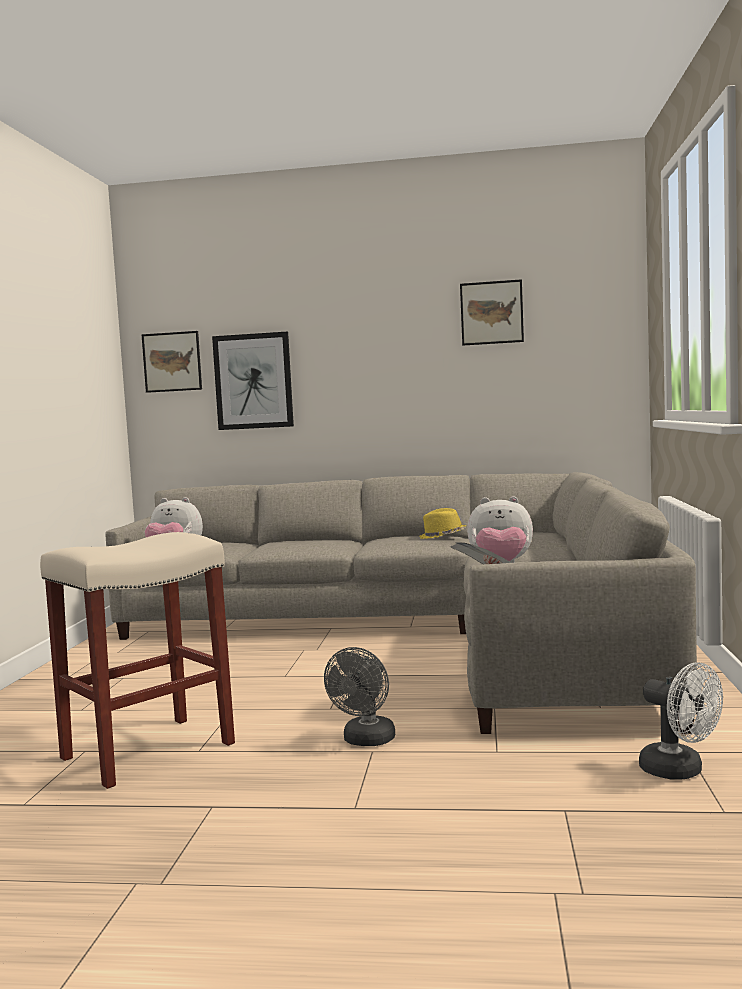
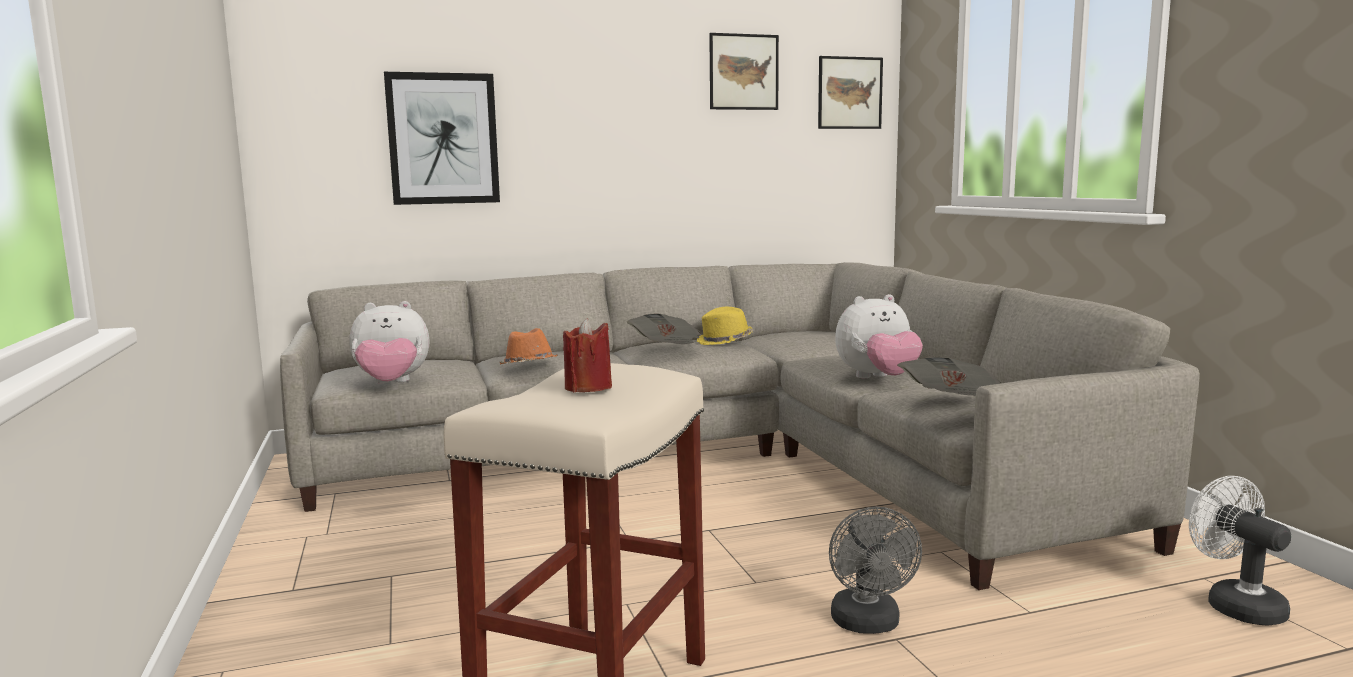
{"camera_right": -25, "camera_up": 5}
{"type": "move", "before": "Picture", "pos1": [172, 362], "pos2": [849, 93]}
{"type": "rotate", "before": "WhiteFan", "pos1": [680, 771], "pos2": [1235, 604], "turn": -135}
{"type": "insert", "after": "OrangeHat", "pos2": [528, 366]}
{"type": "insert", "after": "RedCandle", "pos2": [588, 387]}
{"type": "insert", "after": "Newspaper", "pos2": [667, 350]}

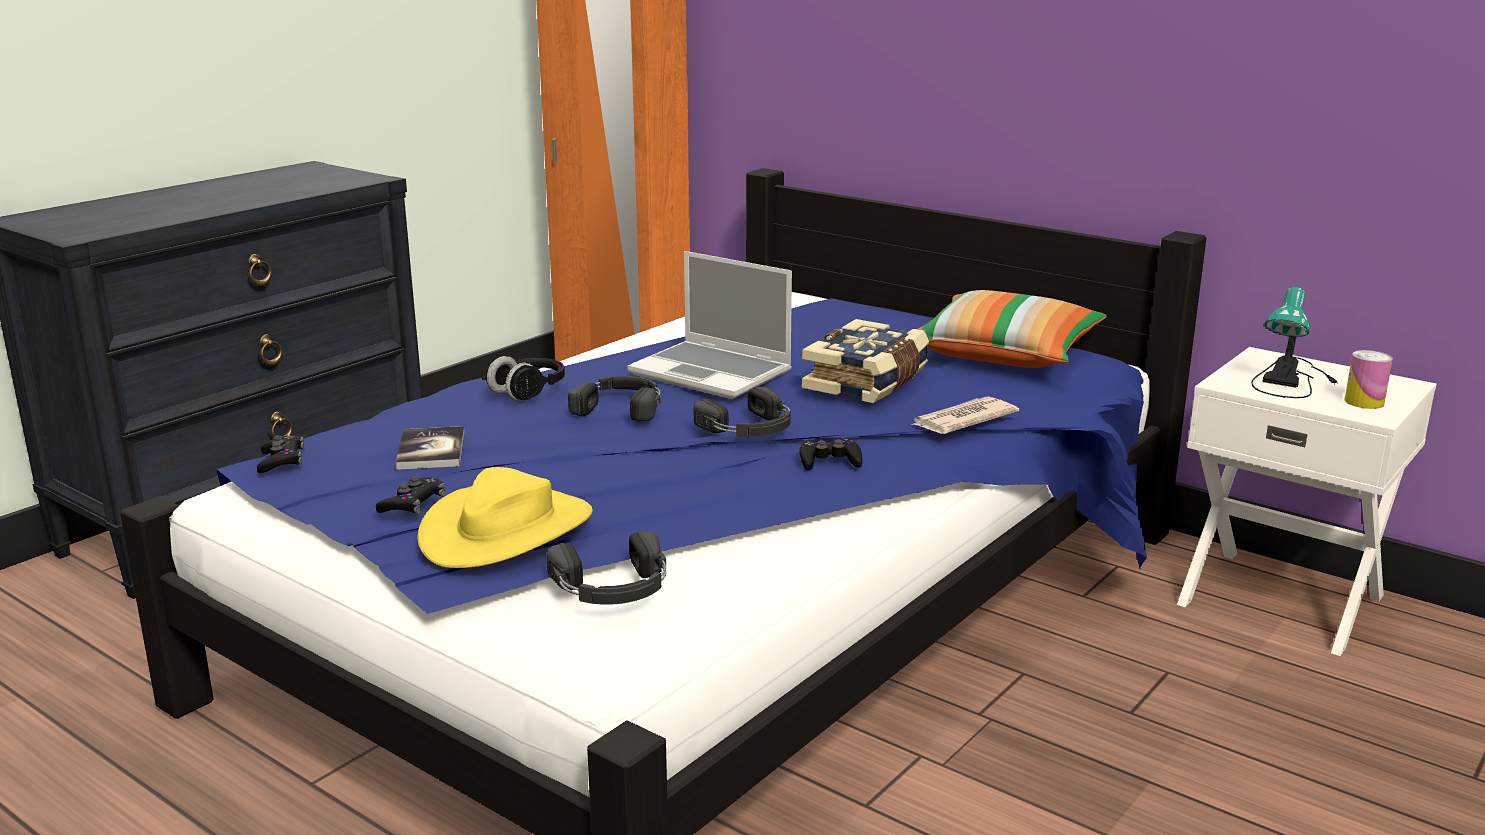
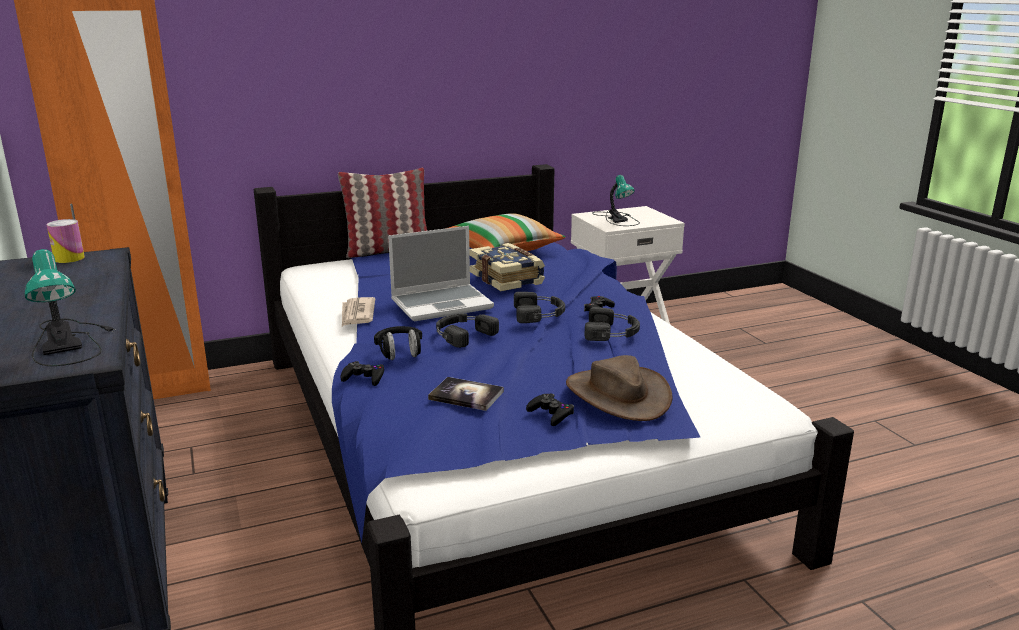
{"camera_right": -60, "camera_up": 0}
{"type": "move", "before": "BlackGameController", "pos1": [282, 461], "pos2": [364, 378]}
{"type": "recolor", "before": "YellowHat", "after": "BrownHat", "pos1": [506, 530], "pos2": [617, 395]}
{"type": "move", "before": "BlackHeadphones", "pos1": [613, 587], "pos2": [612, 332]}
{"type": "move", "before": "Newspaper", "pos1": [962, 420], "pos2": [357, 314]}
{"type": "move", "before": "Can", "pos1": [1364, 402], "pos2": [69, 258]}
{"type": "insert", "after": "TableLamp", "pos2": [68, 341]}
{"type": "insert", "after": "Pillow", "pos2": [388, 251]}

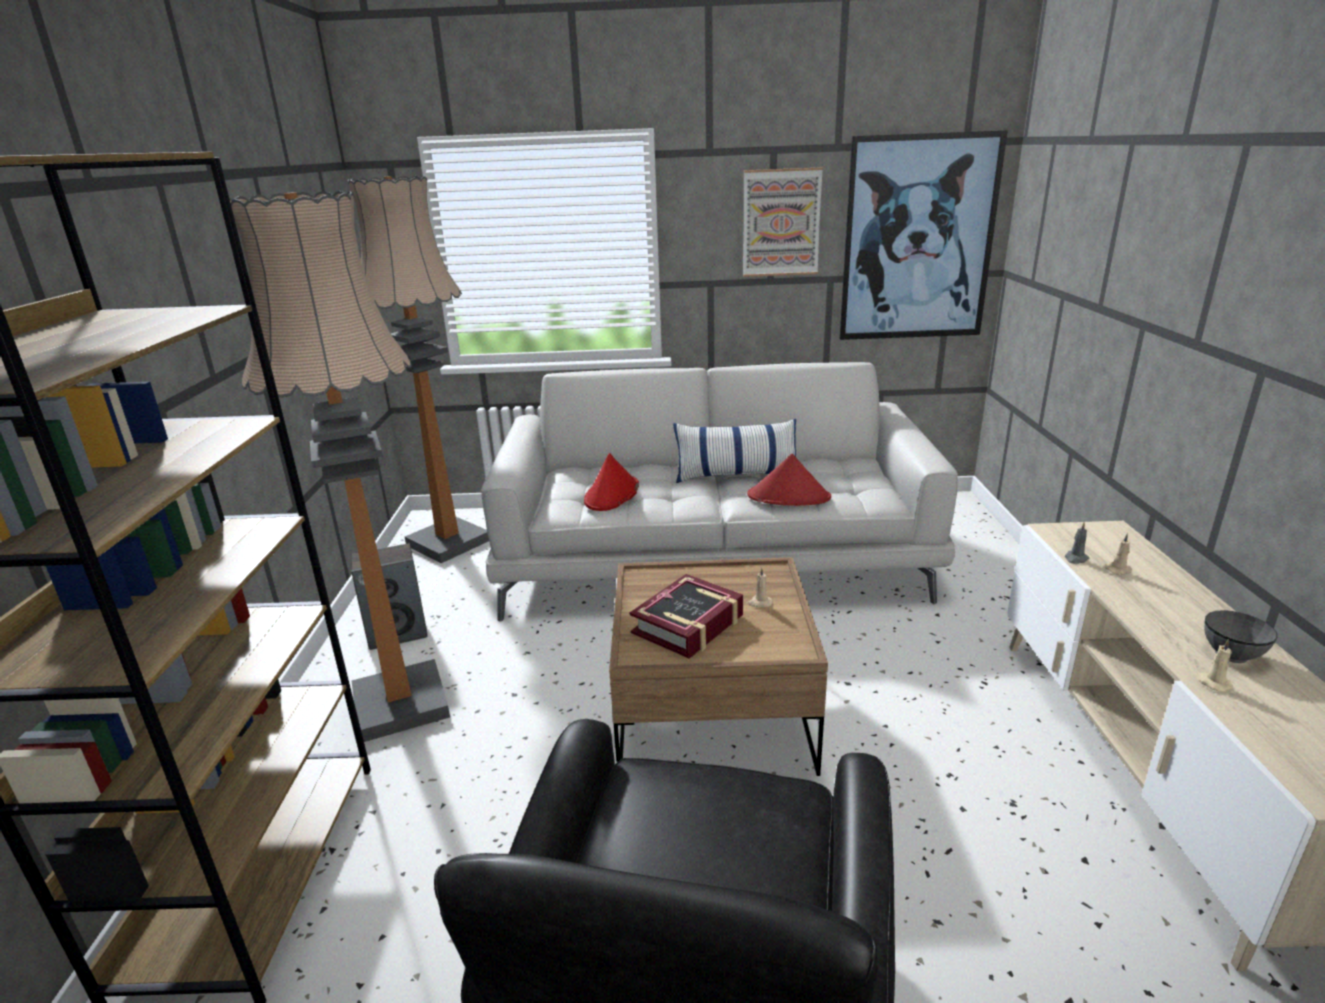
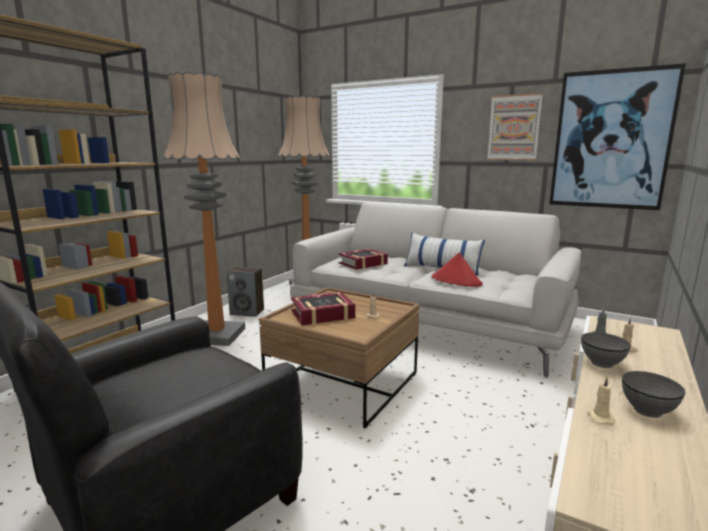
{"camera_right": 30, "camera_up": -10}
{"type": "replace", "before": "RedHat", "after": "Book", "pos1": [612, 494], "pos2": [363, 263]}
{"type": "insert", "after": "GreyBowl", "pos2": [602, 363]}

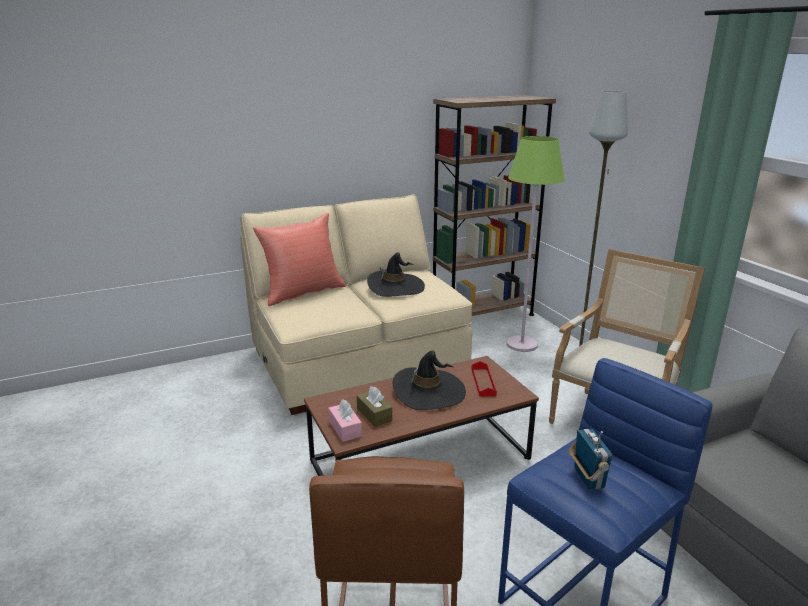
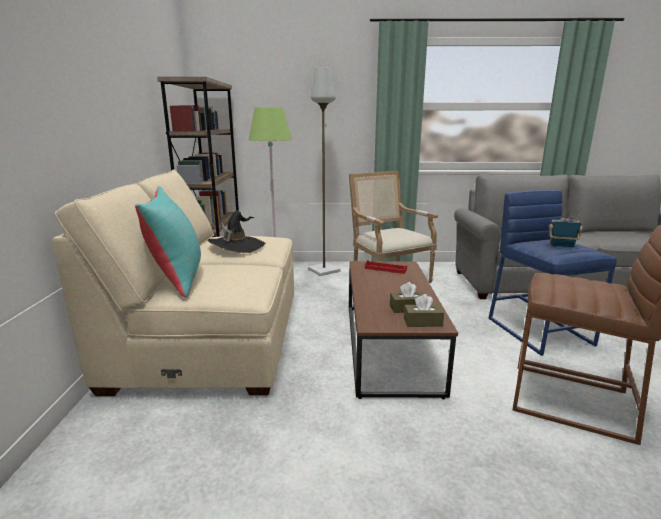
{"camera_right": -65, "camera_up": -5}
{"type": "recolor", "before": "RedPillow", "after": "TurquoisePillow", "pos1": [303, 292], "pos2": [177, 278]}
{"type": "recolor", "before": "PinkTissueBox", "after": "BrownTissueBox", "pos1": [345, 429], "pos2": [422, 322]}
{"type": "delete", "before": "BlackHat", "pos1": [428, 391]}

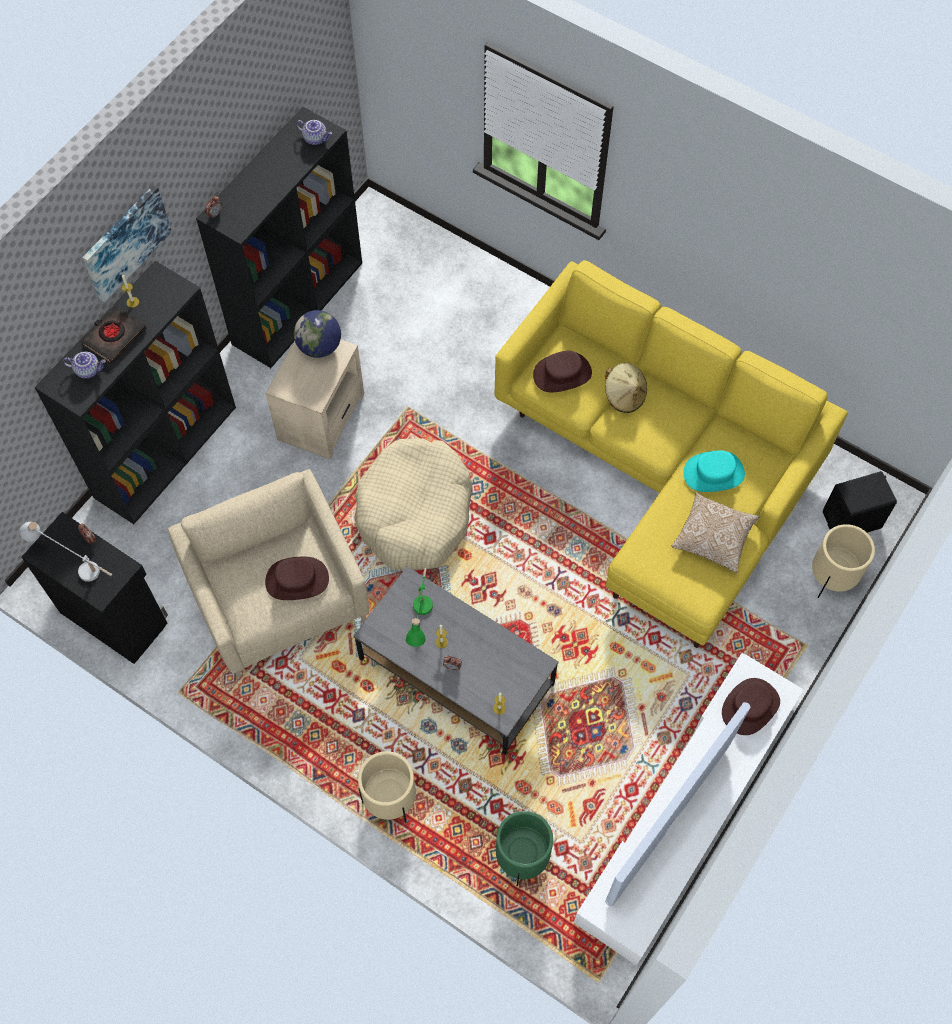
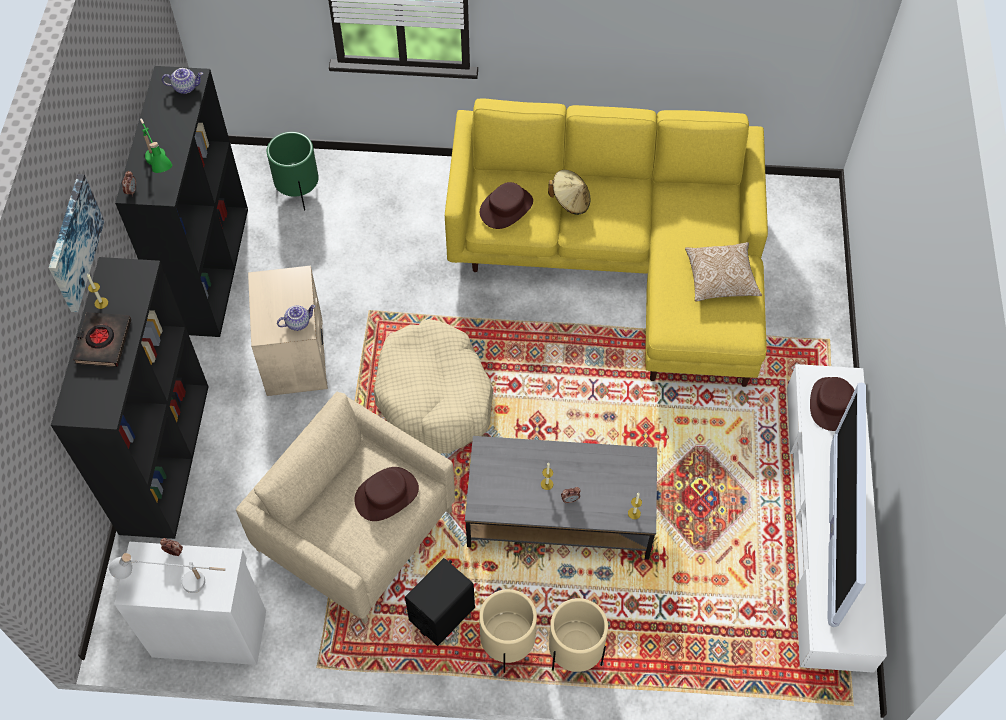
{"camera_right": -30, "camera_up": -5}
{"type": "recolor", "before": "BlackCabinet", "after": "WhiteCabinet", "pos1": [114, 616], "pos2": [209, 631]}
{"type": "move", "before": "Teapot", "pos1": [88, 369], "pos2": [298, 322]}
{"type": "delete", "before": "Globe", "pos1": [319, 347]}
{"type": "move", "before": "GreenTableLamp", "pos1": [421, 619], "pos2": [160, 168]}
{"type": "move", "before": "GreenPlanter", "pos1": [522, 857], "pos2": [299, 192]}
{"type": "delete", "before": "TurquoiseHat", "pos1": [713, 473]}
{"type": "move", "before": "BeigePlanter", "pos1": [831, 578], "pos2": [508, 644]}
{"type": "move", "before": "BlackSpeaker", "pos1": [851, 520], "pos2": [442, 614]}

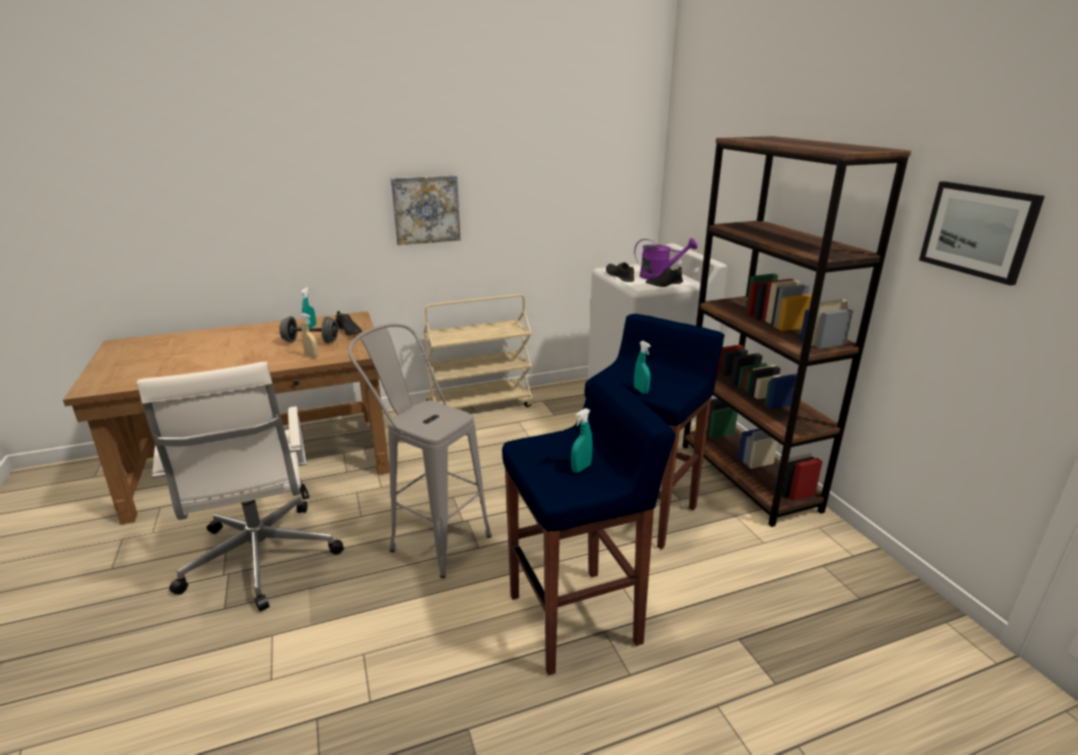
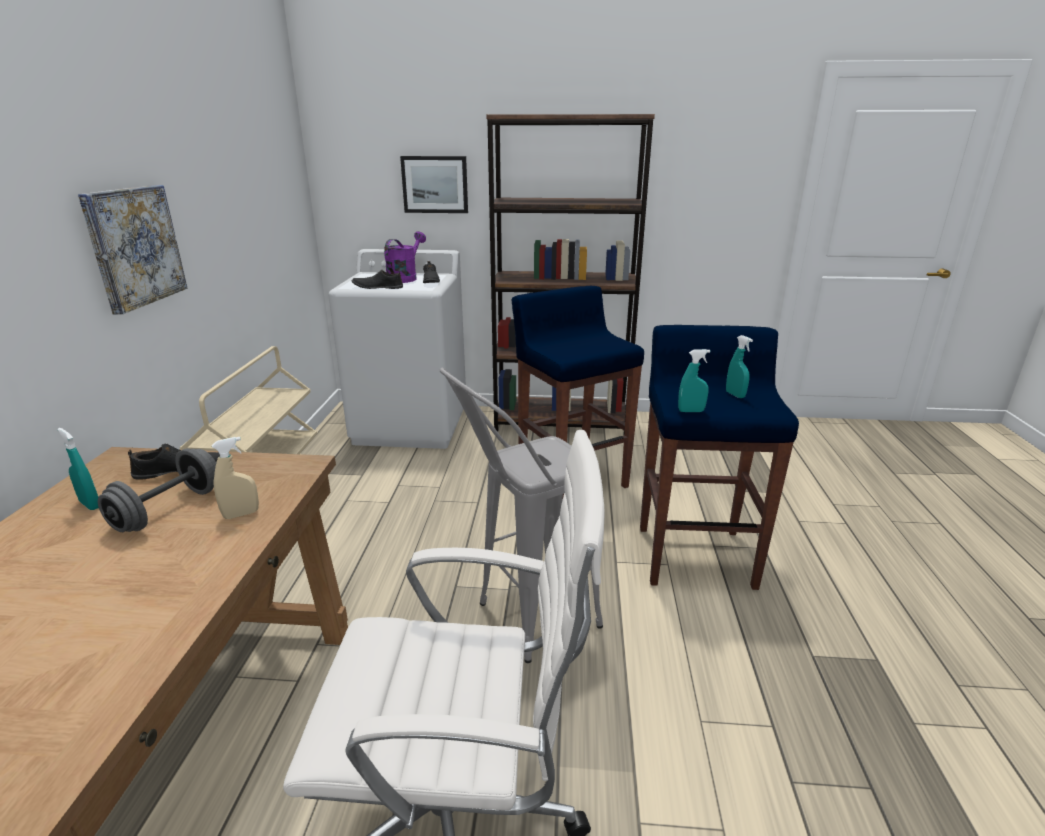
{"camera_right": -65, "camera_up": 0}
{"type": "move", "before": "TurquoiseSprayBottle", "pos1": [641, 390], "pos2": [691, 411]}
{"type": "move", "before": "Picture", "pos1": [978, 230], "pos2": [435, 184]}

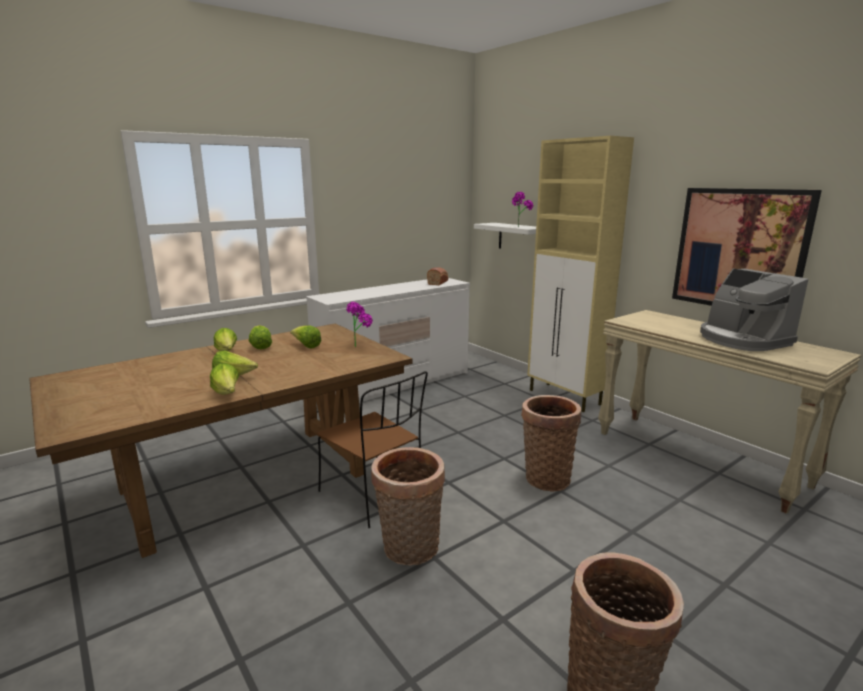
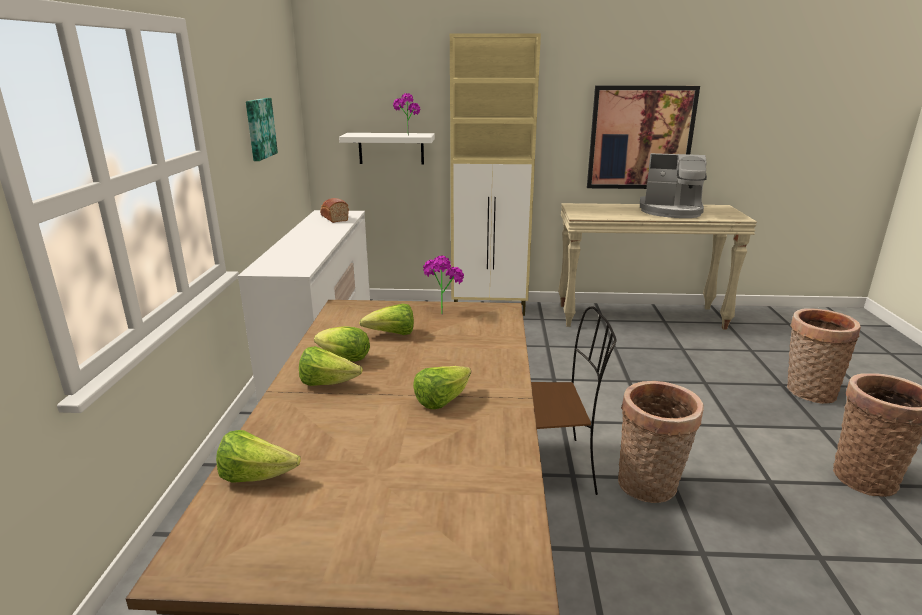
{"camera_right": -50, "camera_up": 5}
{"type": "move", "before": "Lettuce", "pos1": [227, 394], "pos2": [256, 476]}
{"type": "move", "before": "Basket", "pos1": [546, 477], "pos2": [807, 391]}
{"type": "insert", "after": "Picture", "pos2": [259, 128]}

